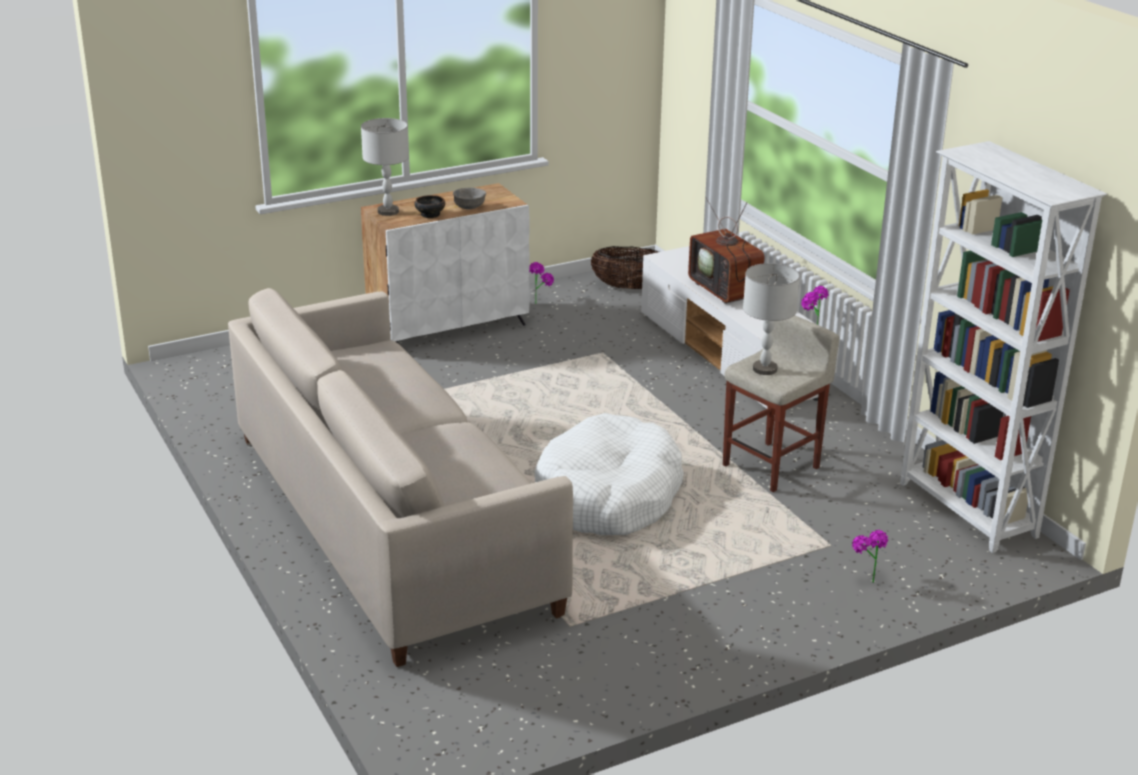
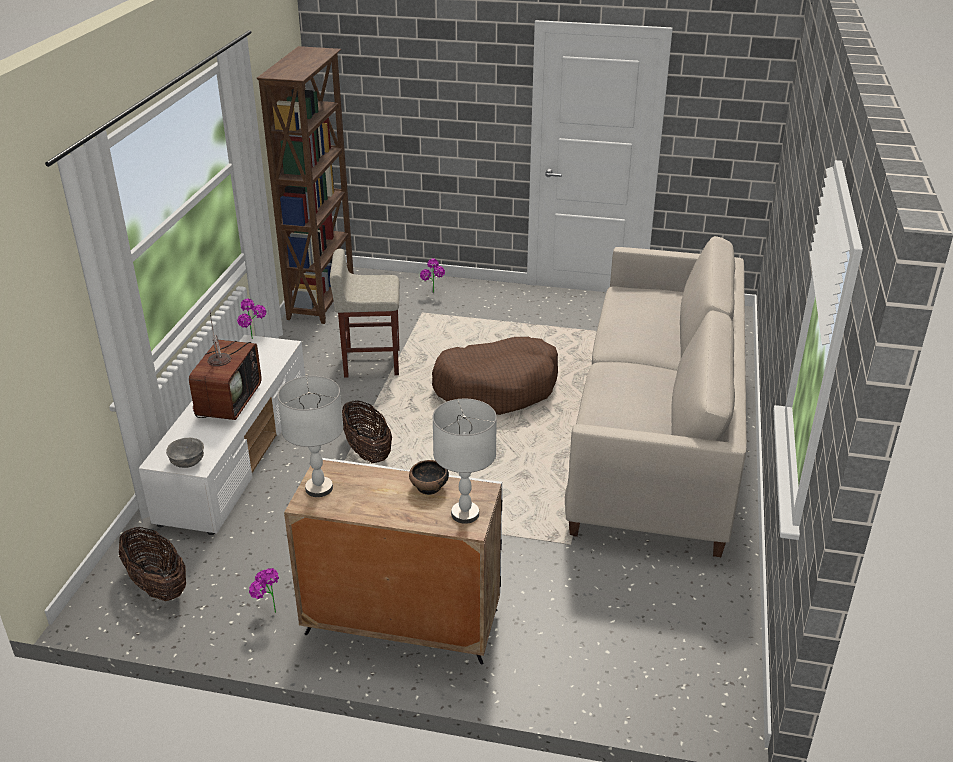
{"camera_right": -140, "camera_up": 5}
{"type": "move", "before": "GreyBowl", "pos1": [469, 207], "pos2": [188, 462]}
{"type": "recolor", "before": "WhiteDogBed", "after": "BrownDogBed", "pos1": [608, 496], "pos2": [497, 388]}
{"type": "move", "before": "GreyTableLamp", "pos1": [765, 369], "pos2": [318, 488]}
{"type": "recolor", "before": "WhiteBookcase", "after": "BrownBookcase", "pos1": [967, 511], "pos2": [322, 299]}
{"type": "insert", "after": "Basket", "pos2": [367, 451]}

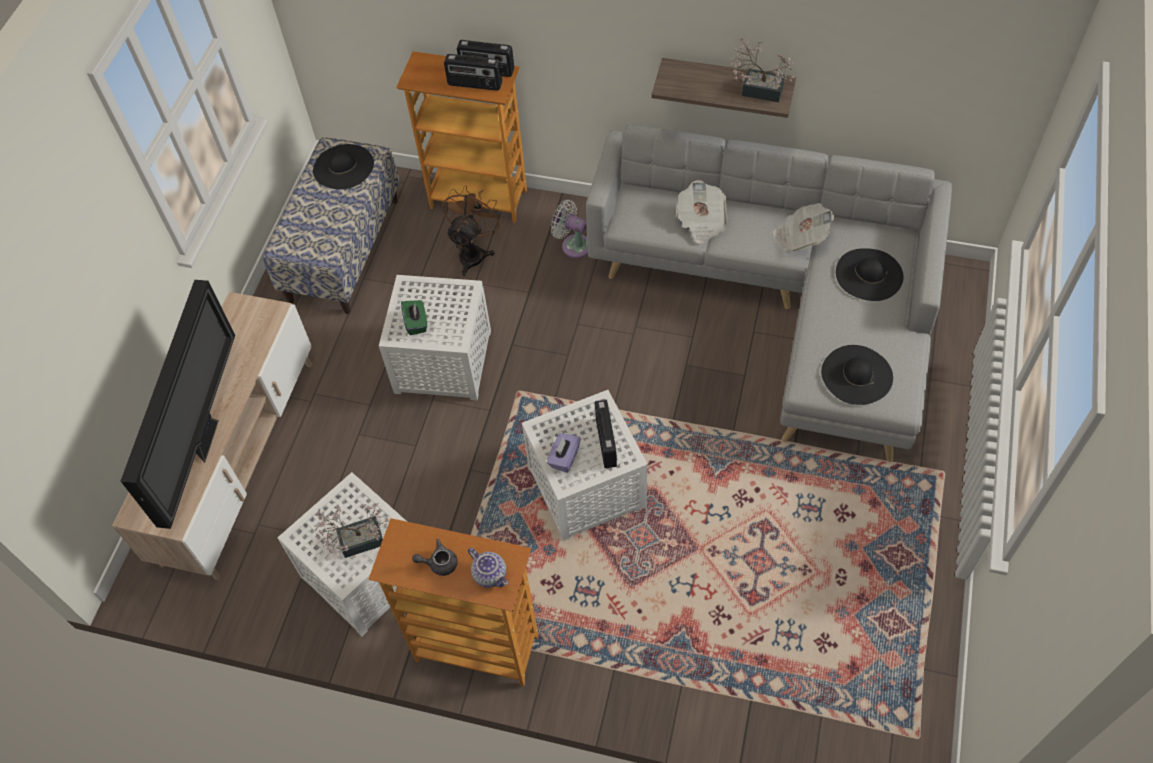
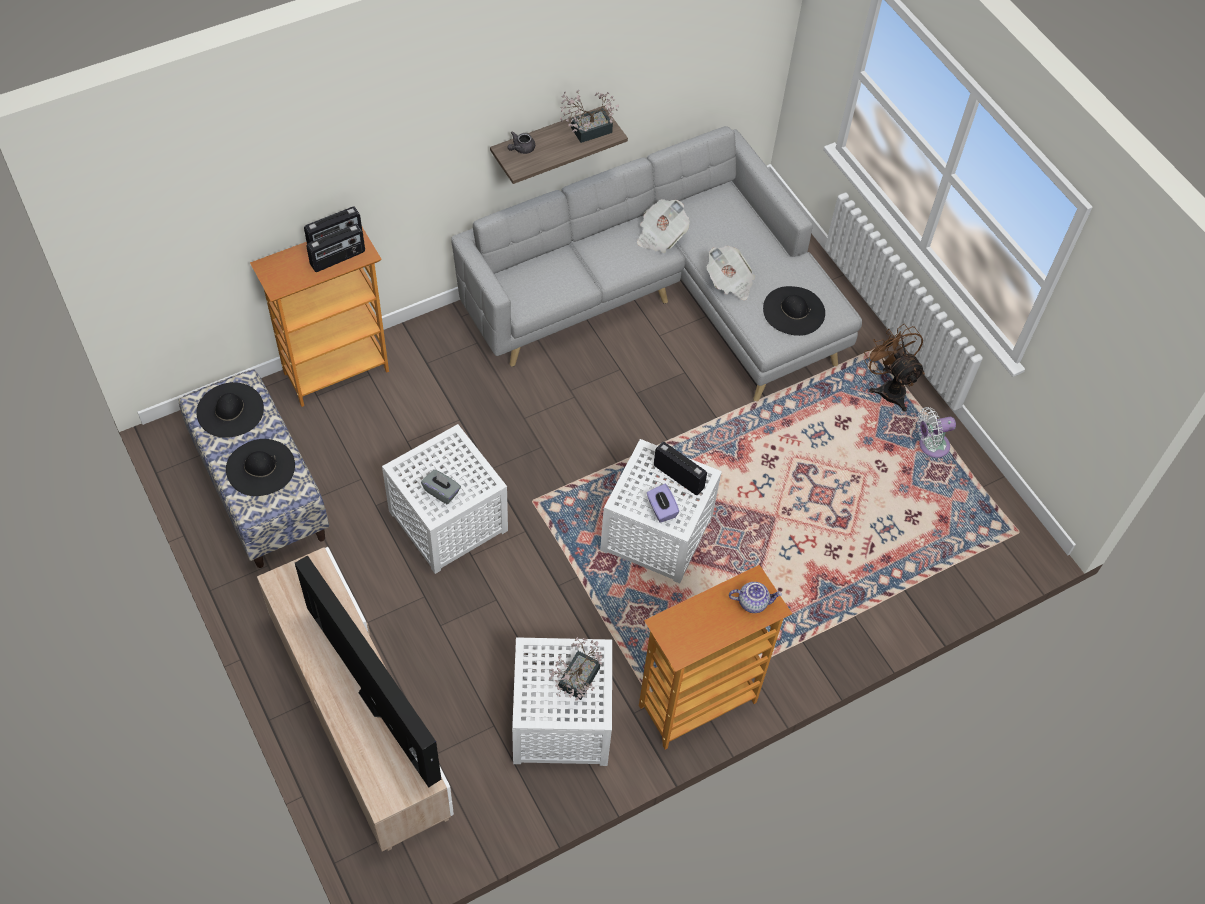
{"camera_right": -50, "camera_up": 0}
{"type": "recolor", "before": "GreenTissueBox", "after": "GreyTissueBox", "pos1": [416, 323], "pos2": [442, 492]}
{"type": "move", "before": "GreyTeapot", "pos1": [439, 563], "pos2": [521, 148]}
{"type": "move", "before": "BrownFan", "pos1": [474, 252], "pos2": [888, 388]}
{"type": "move", "before": "WhiteFan", "pos1": [573, 245], "pos2": [930, 446]}
{"type": "move", "before": "Newspaper", "pos1": [701, 222], "pos2": [729, 282]}
{"type": "move", "before": "BlackHat", "pos1": [869, 274], "pos2": [260, 467]}

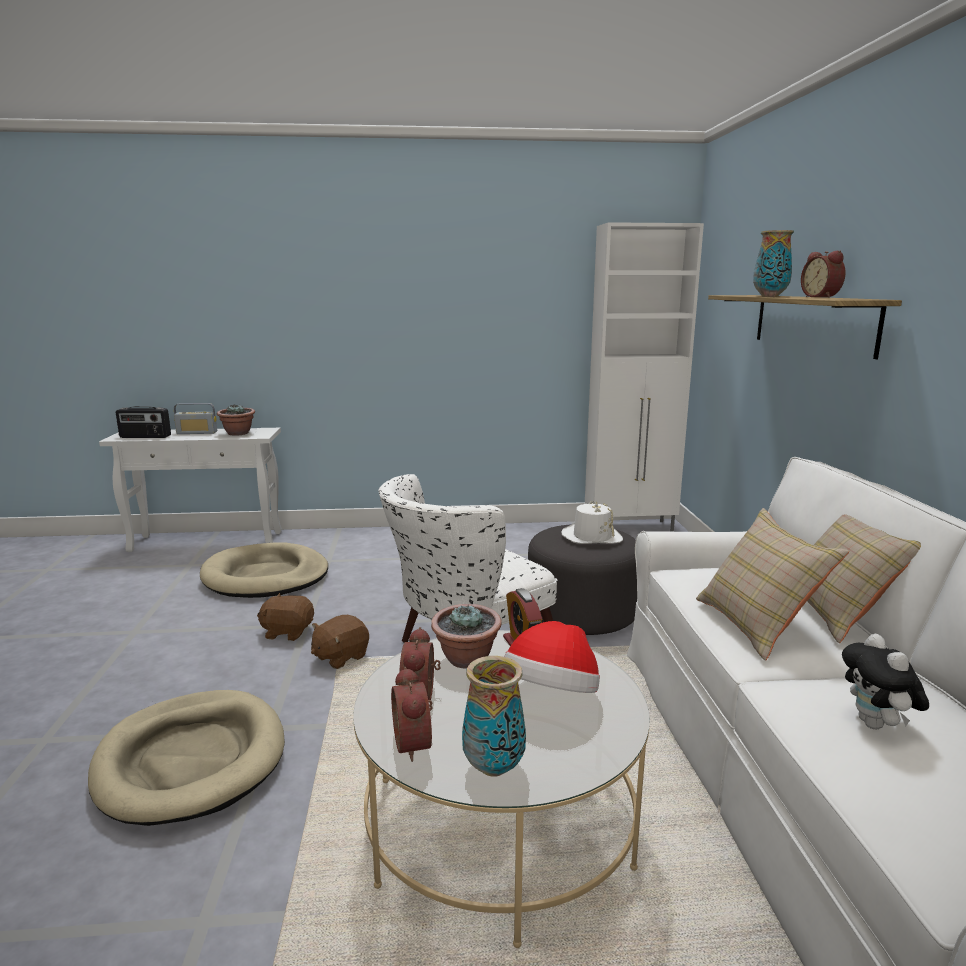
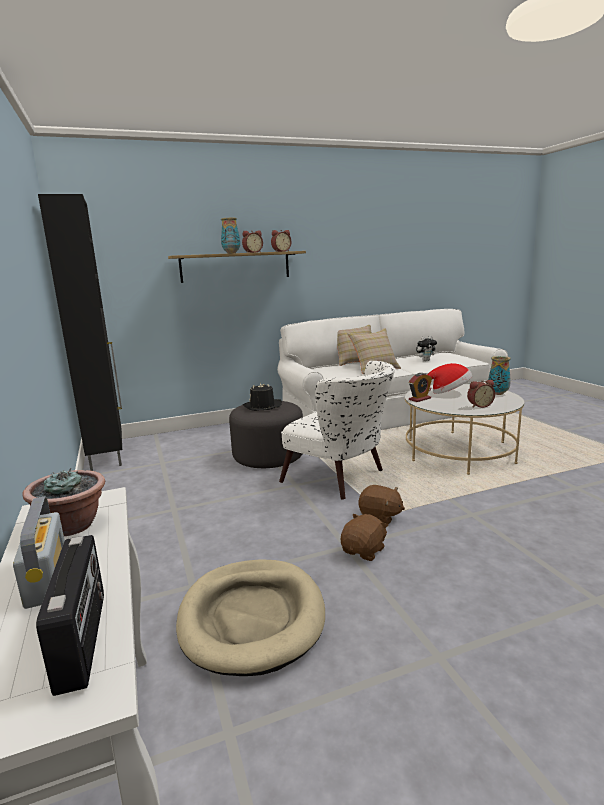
{"camera_right": -105, "camera_up": 0}
{"type": "delete", "before": "BeigeDogBed", "pos1": [191, 760]}
{"type": "rotate", "before": "BrownPlushToy", "pos1": [288, 632], "pos2": [364, 551], "turn": -135}
{"type": "move", "before": "AlarmClock", "pos1": [416, 743], "pos2": [281, 251]}
{"type": "delete", "before": "PottedPlant", "pos1": [466, 659]}
{"type": "recolor", "before": "WhiteHat", "after": "BlackHat", "pos1": [591, 536], "pos2": [262, 406]}
{"type": "recolor", "before": "WhiteCabinet", "after": "BlackCabinet", "pos1": [630, 528], "pos2": [107, 455]}

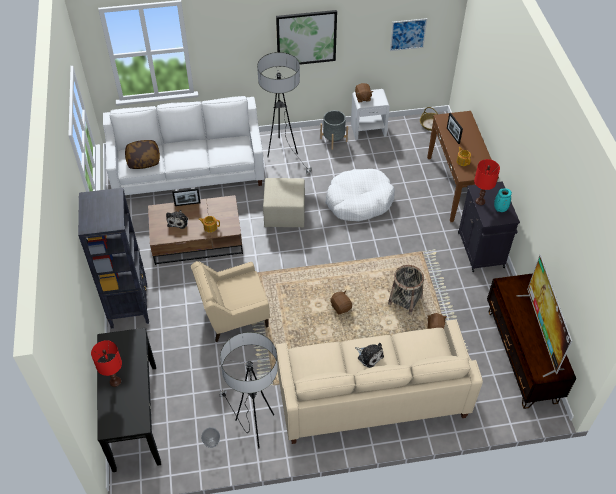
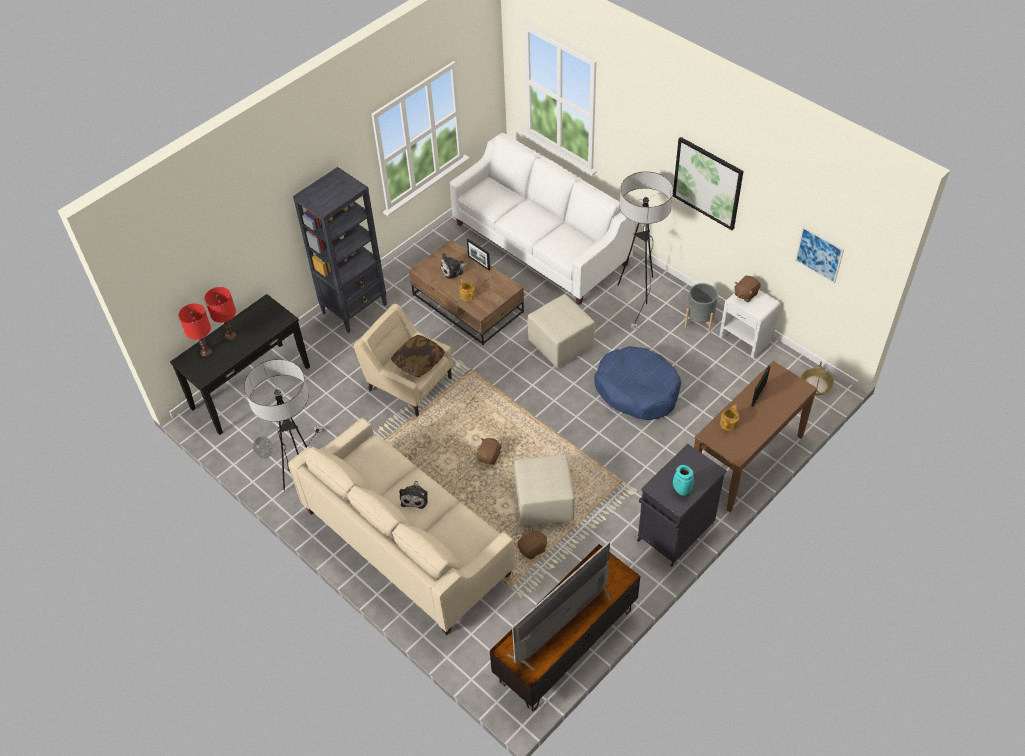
{"camera_right": 55, "camera_up": 0}
{"type": "move", "before": "Pillow", "pos1": [143, 159], "pos2": [418, 361]}
{"type": "recolor", "before": "WhiteDogBed", "after": "BlueDogBed", "pos1": [359, 201], "pos2": [637, 390]}
{"type": "replace", "before": "Basket", "after": "BeigeOttoman", "pos1": [405, 301], "pos2": [544, 503]}
{"type": "move", "before": "RedTableLamp", "pos1": [480, 201], "pos2": [206, 352]}

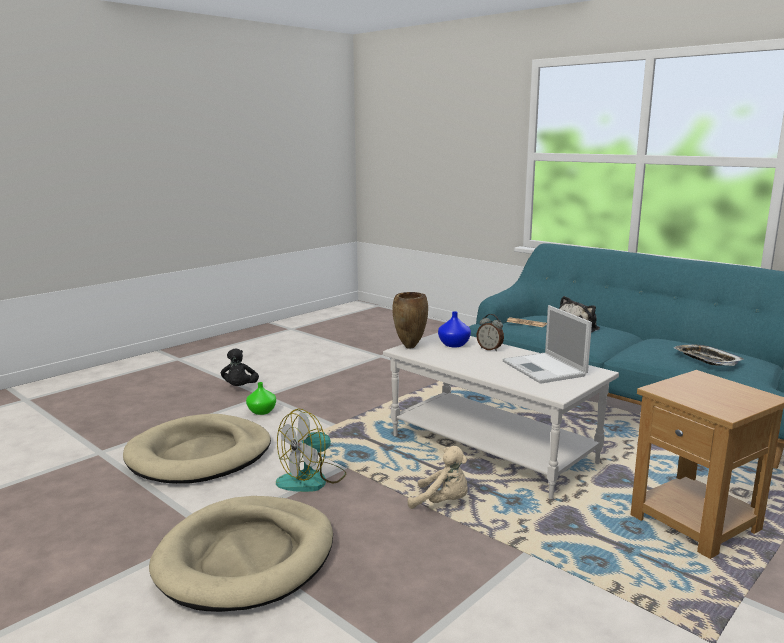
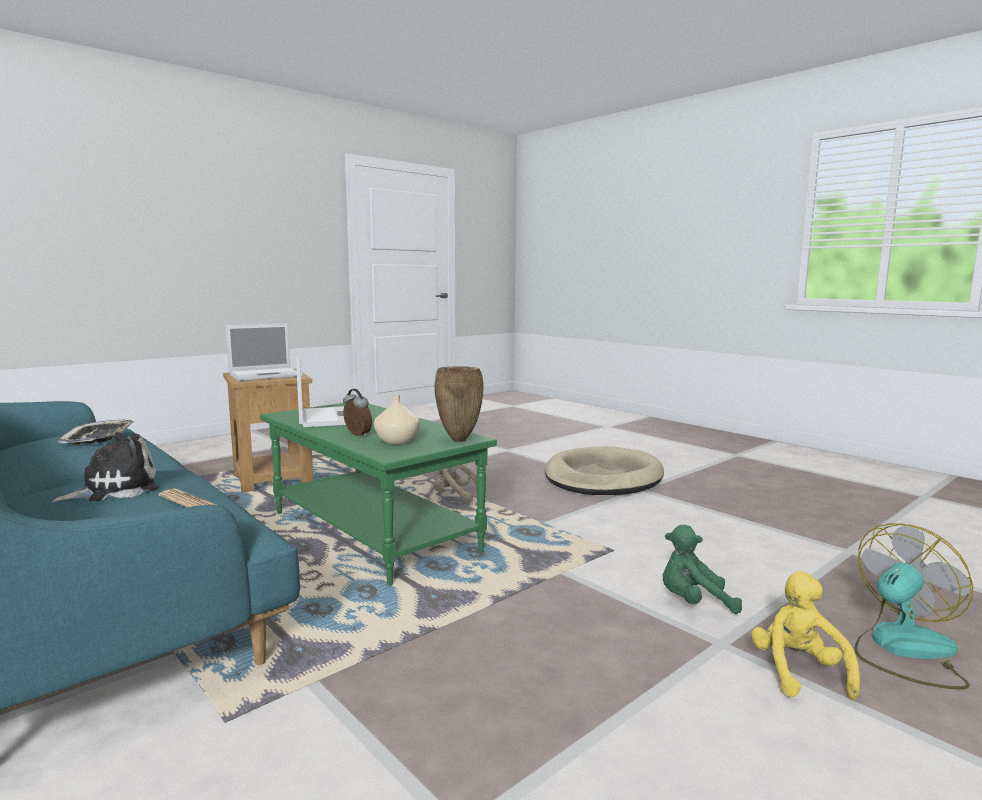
{"camera_right": -175, "camera_up": -5}
{"type": "delete", "before": "BeigeDogBed", "pos1": [200, 455]}
{"type": "recolor", "before": "BlackPlushToy", "after": "YellowPlushToy", "pos1": [240, 388], "pos2": [798, 672]}
{"type": "replace", "before": "GreenVase", "after": "GreenPlushToy", "pos1": [262, 411], "pos2": [693, 603]}
{"type": "move", "before": "Fan", "pos1": [312, 479], "pos2": [903, 650]}
{"type": "recolor", "before": "WhiteCoffeeTable", "after": "GreenCoffeeTable", "pos1": [493, 449], "pos2": [370, 532]}
{"type": "recolor", "before": "BlueVase", "after": "BeigeVase", "pos1": [453, 344], "pos2": [397, 441]}
{"type": "insert", "after": "Laptop", "pos2": [267, 375]}

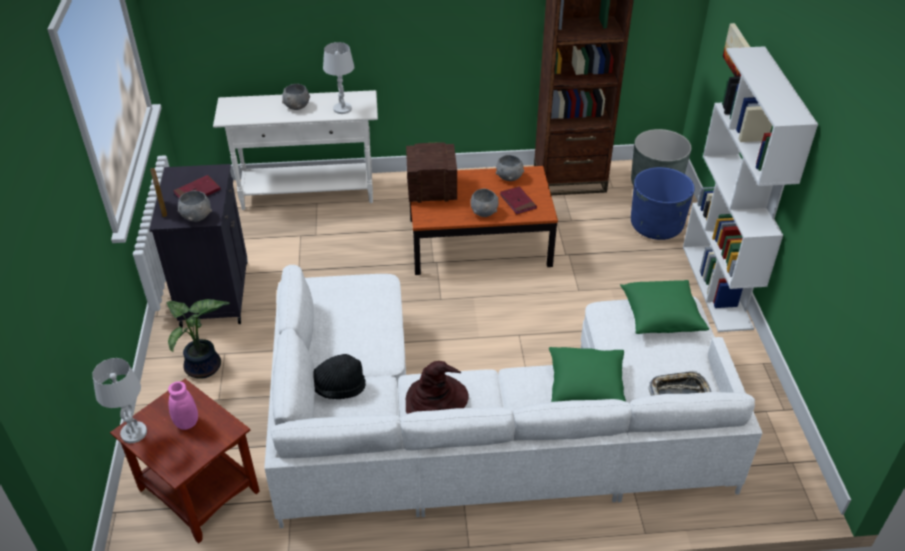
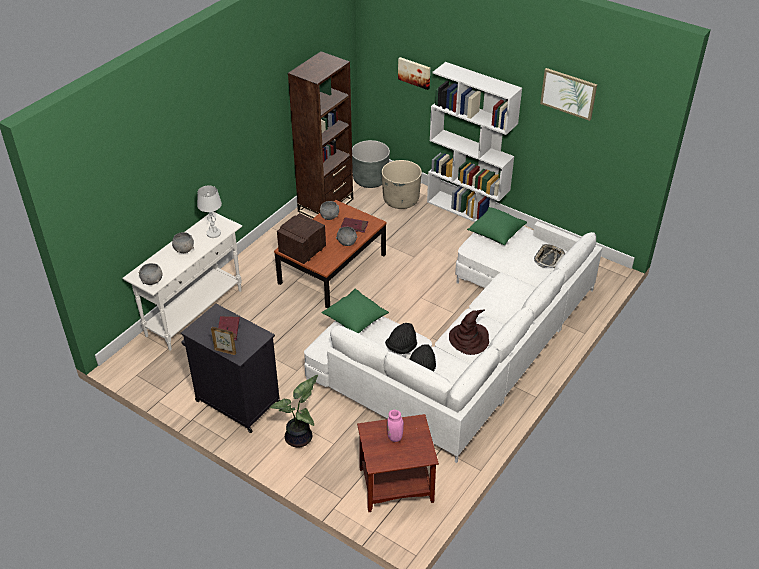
{"camera_right": -50, "camera_up": 0}
{"type": "delete", "before": "WhiteTableLamp", "pos1": [134, 433]}
{"type": "move", "before": "GreyBowl", "pos1": [196, 217], "pos2": [152, 281]}
{"type": "move", "before": "GreenPillow", "pos1": [585, 388], "pos2": [355, 320]}
{"type": "recolor", "before": "BluePlanter", "after": "BeigePlanter", "pos1": [656, 226], "pos2": [401, 200]}
{"type": "insert", "after": "BlackHat", "pos2": [401, 347]}
{"type": "insert", "after": "Picture", "pos2": [568, 93]}

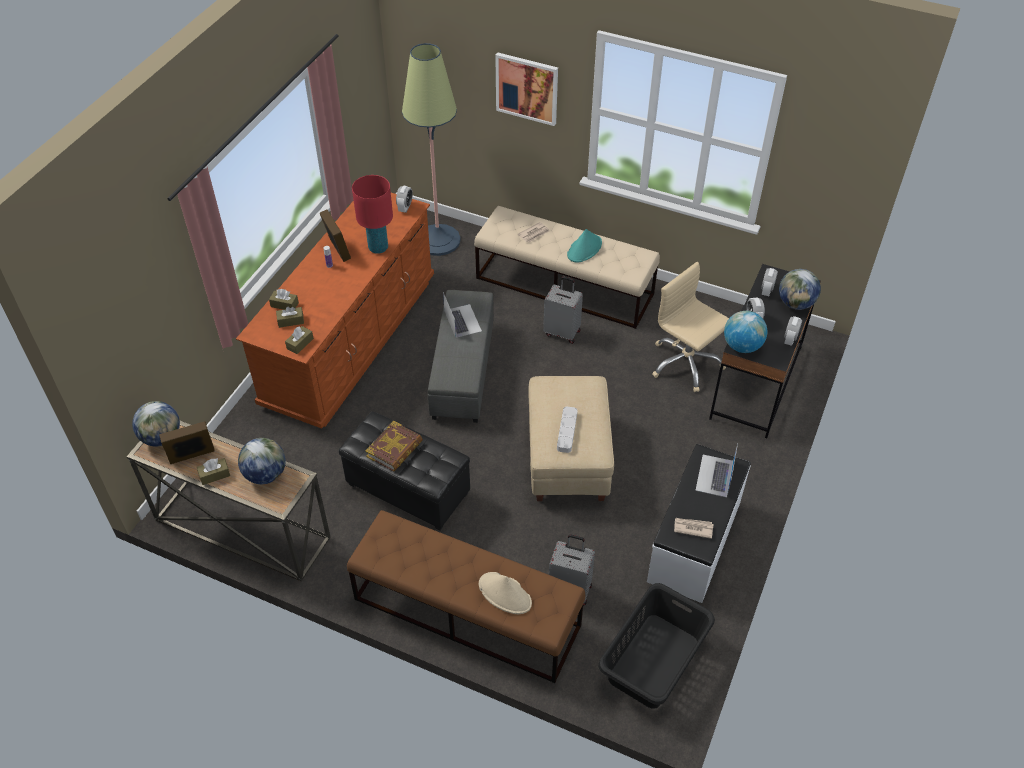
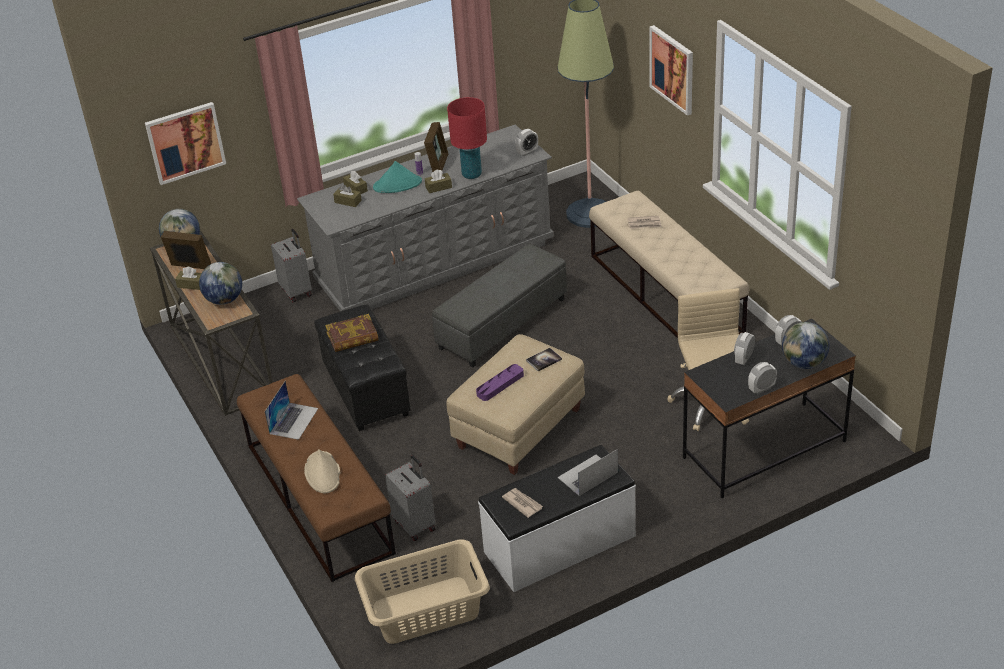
{"camera_right": 40, "camera_up": -10}
{"type": "recolor", "before": "BrownDresser", "after": "GreyDresser", "pos1": [351, 341], "pos2": [435, 263]}
{"type": "move", "before": "BrownTissueBox", "pos1": [300, 343], "pos2": [438, 187]}
{"type": "move", "before": "Laptop", "pos1": [462, 320], "pos2": [293, 420]}
{"type": "move", "before": "GreySuitcase", "pos1": [562, 332], "pos2": [297, 291]}
{"type": "recolor", "before": "GreyTray", "after": "PurpleTray", "pos1": [567, 431], "pos2": [500, 385]}
{"type": "move", "before": "TurquoiseHat", "pos1": [584, 249], "pos2": [397, 185]}
{"type": "recolor", "before": "BlackLaundryBasket", "after": "BeigeLaundryBasket", "pos1": [652, 660], "pos2": [424, 610]}
{"type": "delete", "before": "Globe", "pos1": [742, 346]}
{"type": "insert", "after": "Picture", "pos2": [185, 142]}
{"type": "insert", "after": "Book", "pos2": [544, 360]}

